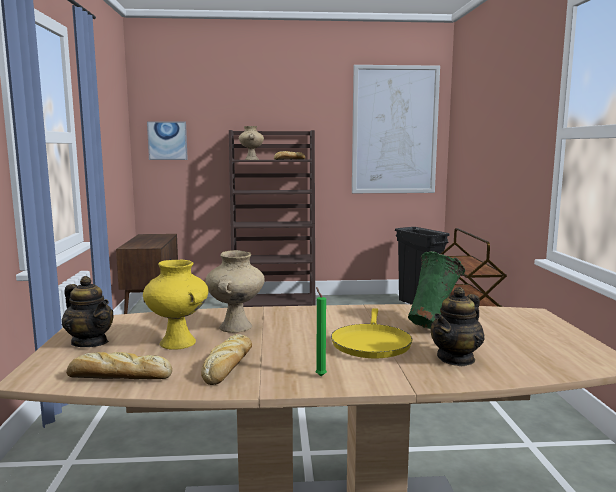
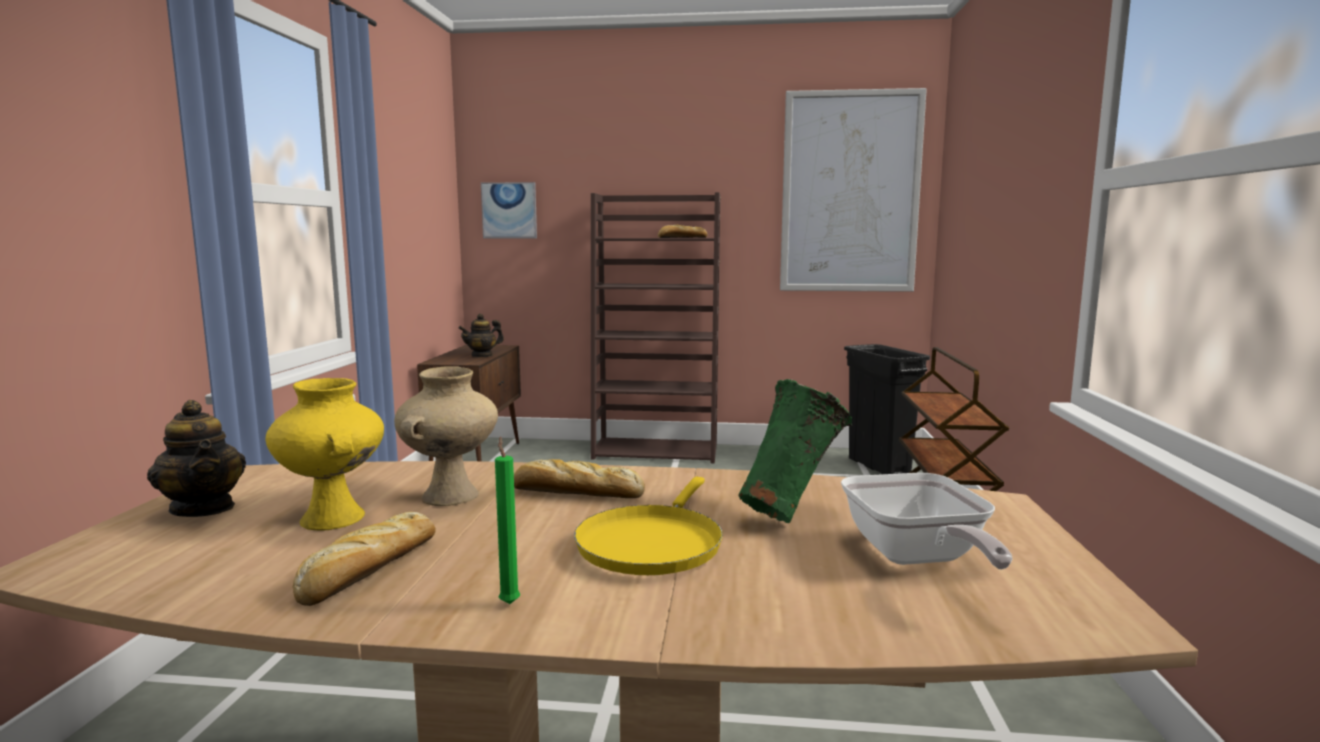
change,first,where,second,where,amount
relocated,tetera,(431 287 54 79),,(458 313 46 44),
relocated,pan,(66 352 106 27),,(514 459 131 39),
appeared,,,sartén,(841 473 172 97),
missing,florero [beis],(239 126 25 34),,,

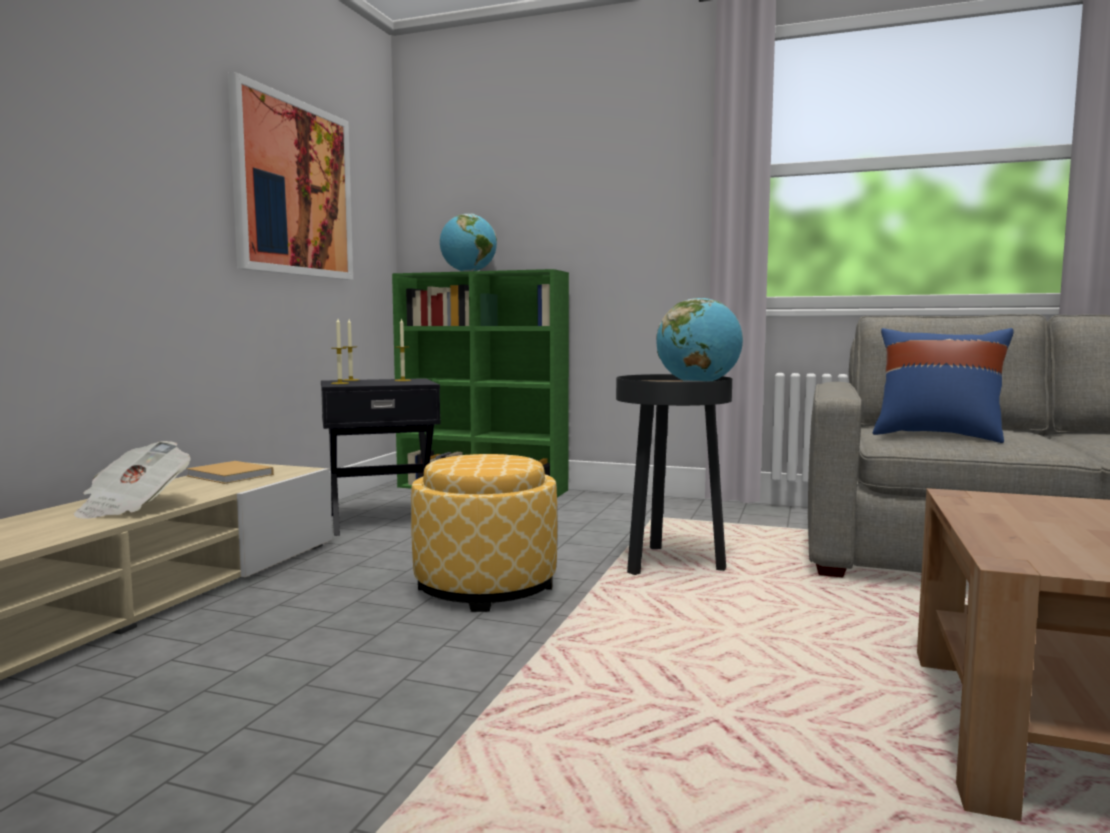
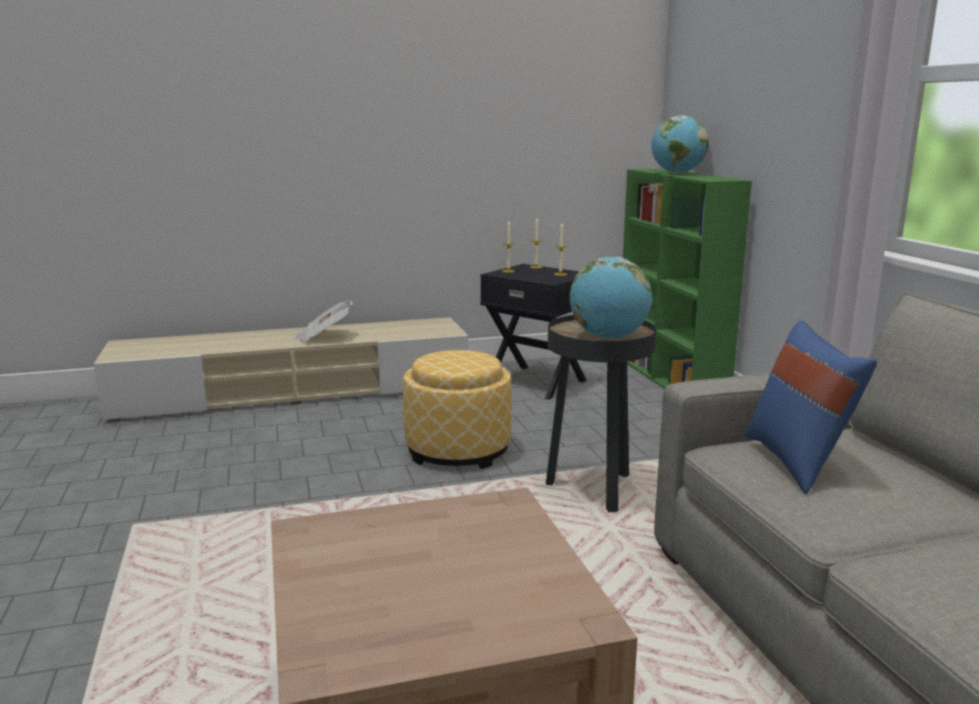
change,first,where,second,where,amount
missing,libro [beis],(186 461 88 23),,,
missing,cuadro,(228 72 125 208),,,

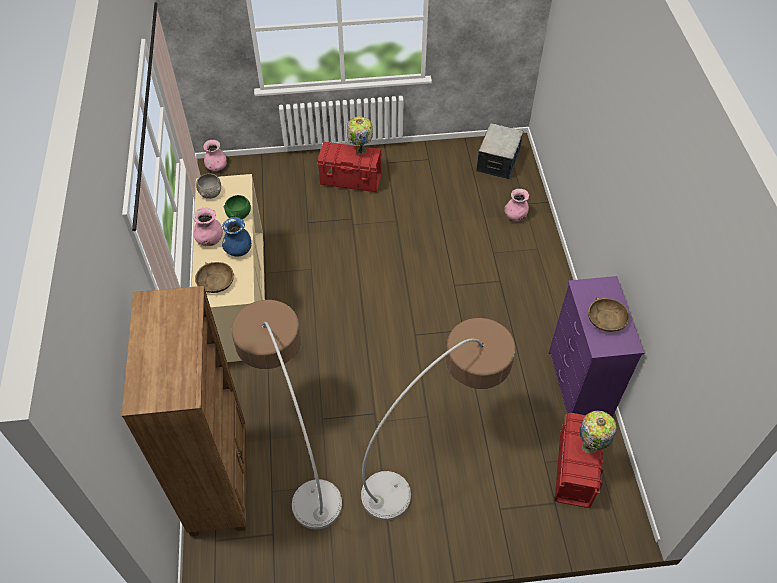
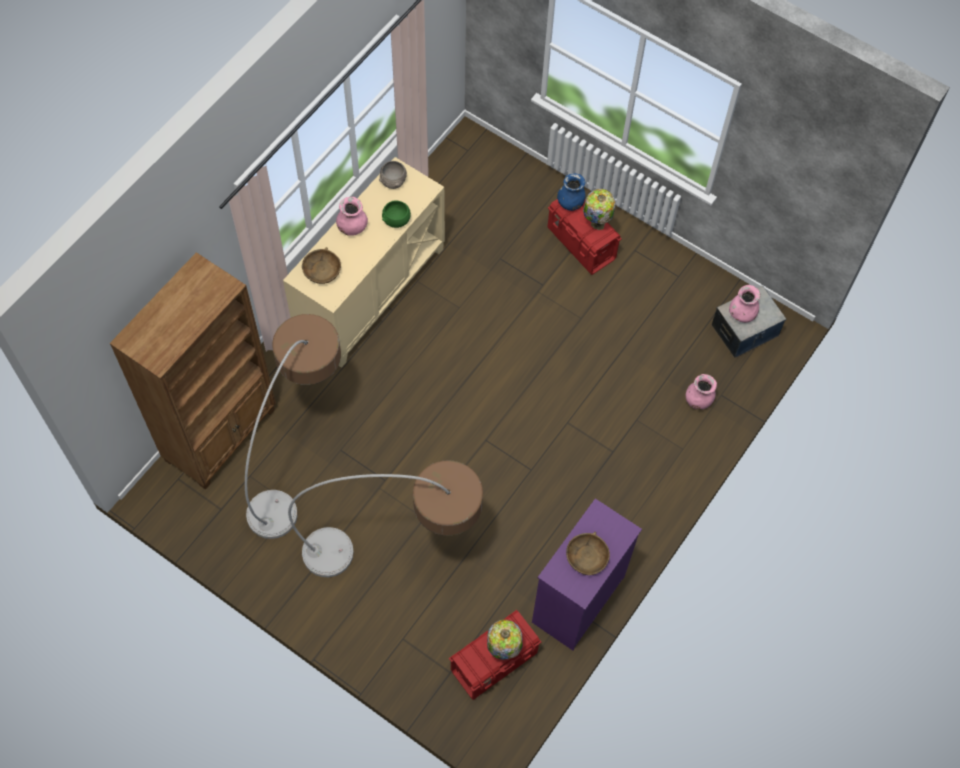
change,first,where,second,where,amount
relocated,florero [azul],(222 217 29 39),,(557 173 29 38),
relocated,florero [rosa],(203 140 24 31),,(729 285 31 38),

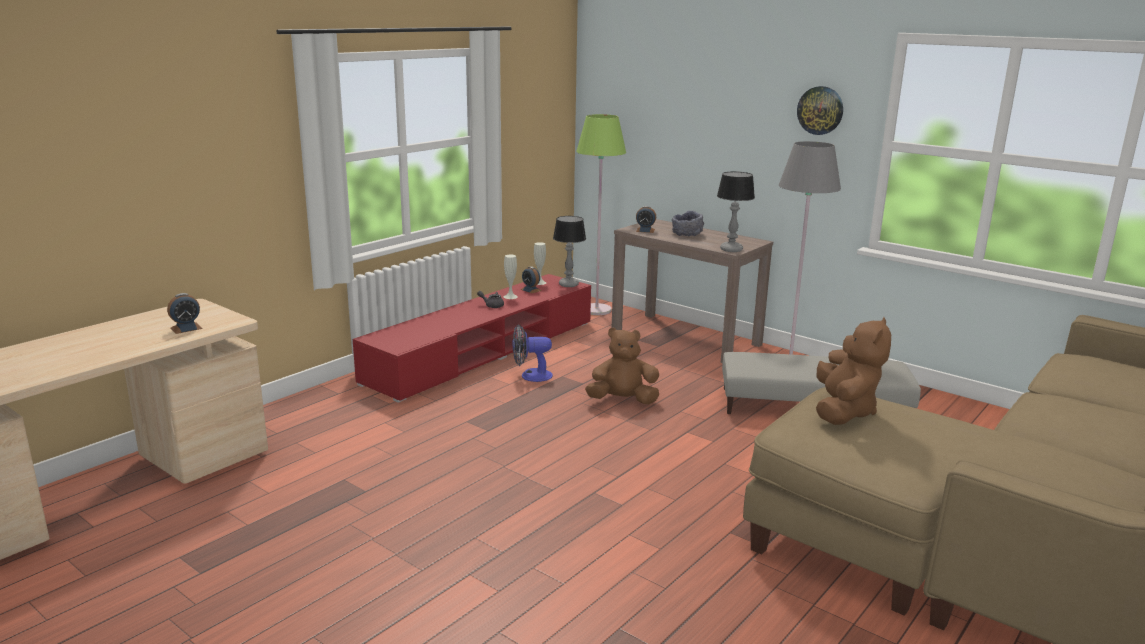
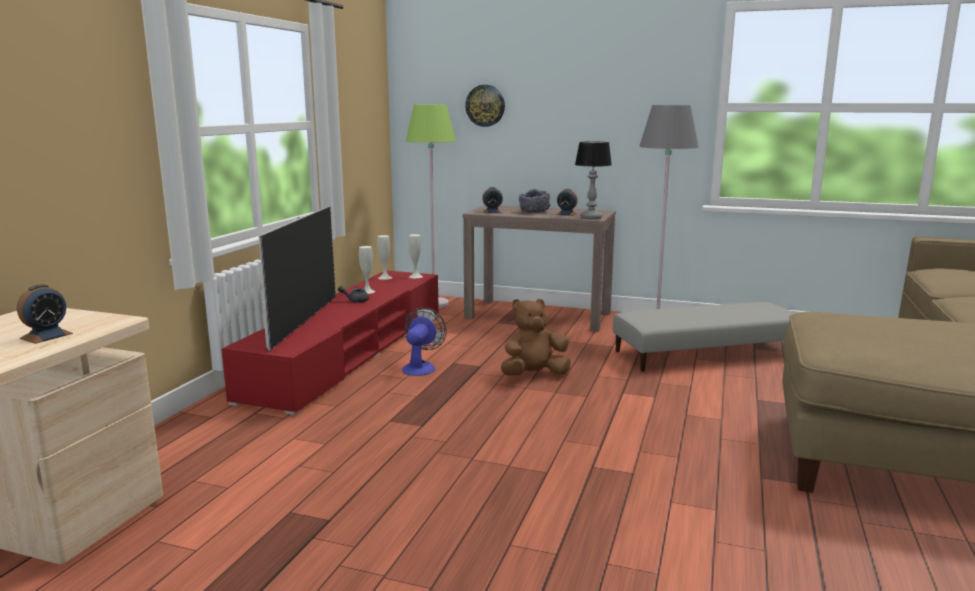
change,first,where,second,where,amount
appeared,,,televisor,(259 206 77 145),
spun,ventilador,(513 324 40 58),,(402 307 44 69),135 degrees clockwise
exchanged,lámpara de mesa,(553 216 33 71),florero [blanco],(408 234 15 44),
relocated,reloj de pared,(797 86 46 49),,(465 85 40 42),
relocated,despertador,(520 266 22 27),,(556 189 22 27),
missing,peluche [marrón],(816 317 75 108),,,

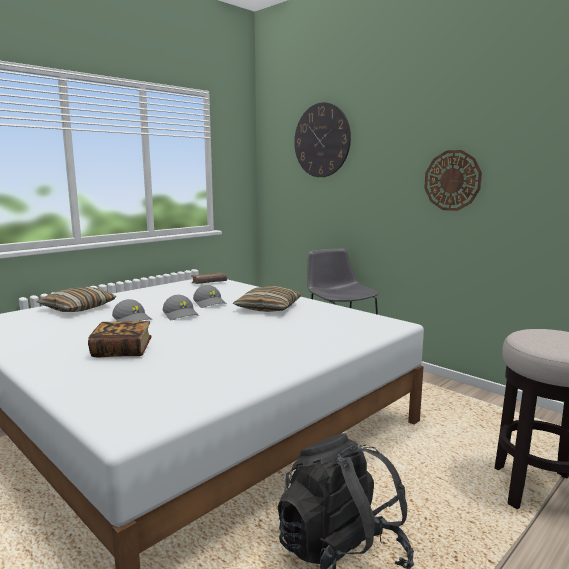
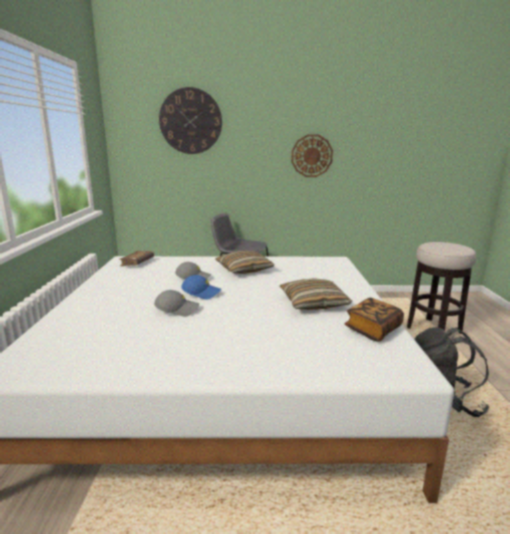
change,first,where,second,where,amount
colour,gorra [gris],(163 295 36 25),gorra [azul],(181 275 40 25),
relocated,cojín,(37 287 79 25),,(279 278 73 32),
relocated,libro,(88 321 64 36),,(345 298 59 44),

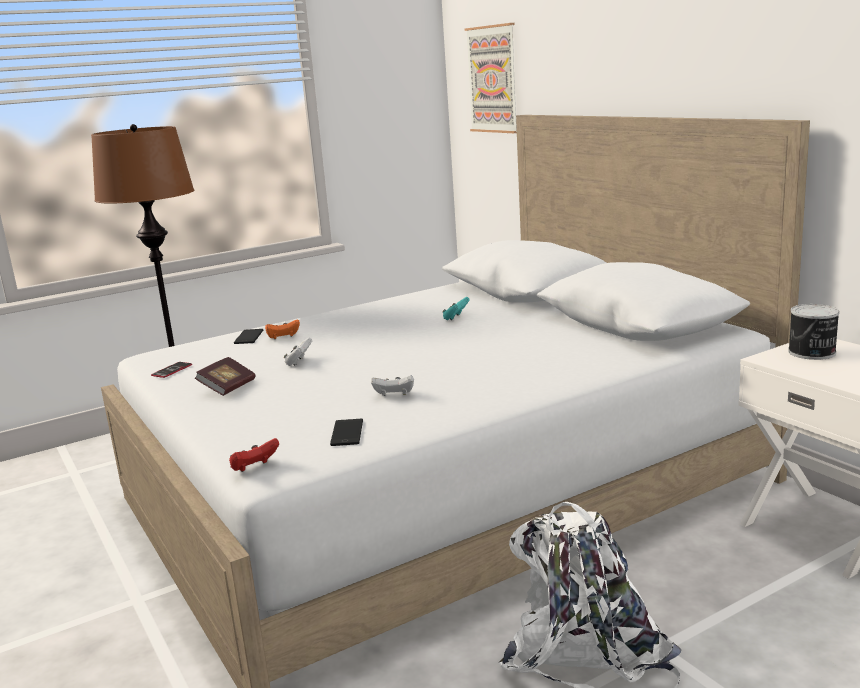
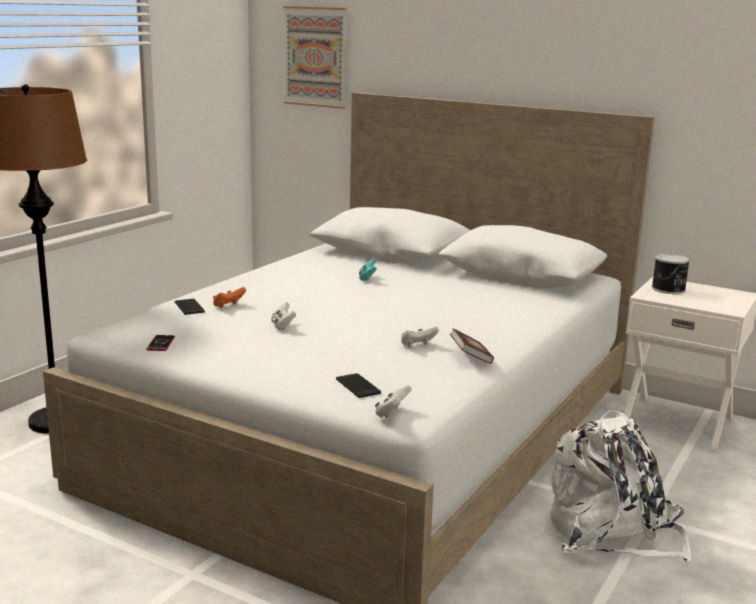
change,first,where,second,where,amount
relocated,móvil,(330 419 33 27),,(336 373 45 25),
colour,mando de consola [rojo],(229 438 50 34),mando de consola [blanco],(375 385 37 32),
relocated,libro,(195 357 60 39),,(450 328 44 36),

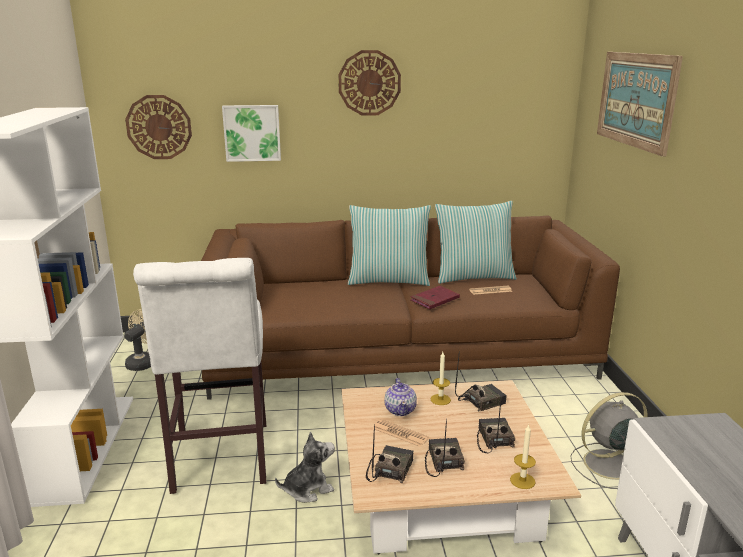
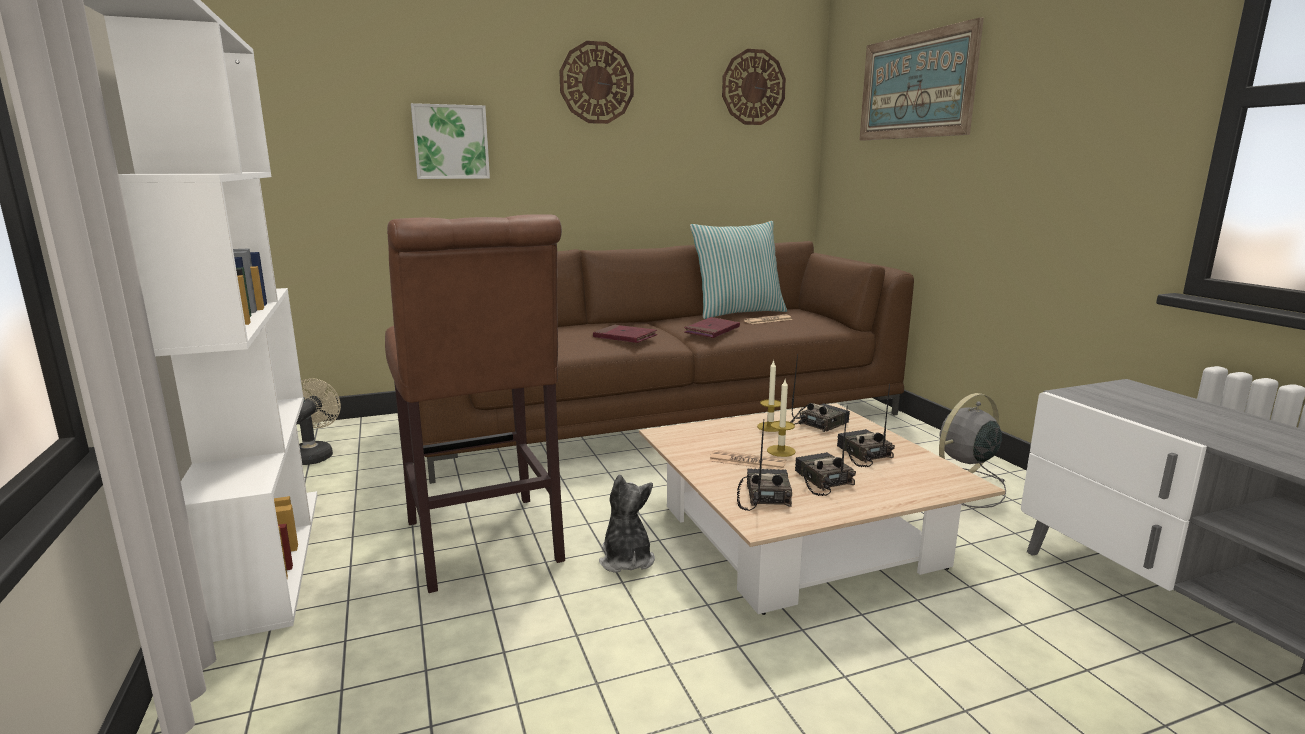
change,first,where,second,where,amount
colour,taburete [blanco],(133 258 133 236),taburete [marrón],(385 214 180 379),
appeared,,,libro [rojo],(593 325 64 18),
spun,peluche,(275 432 60 71),,(599 475 56 98),60 degrees counterclockwise
relocated,reloj de pared,(125 95 67 64),,(722 49 64 76),
relocated,vela,(510 424 26 65),,(767 380 28 77),
missing,cojín,(348 205 83 81),,,
missing,tetera,(384 378 33 38),,,

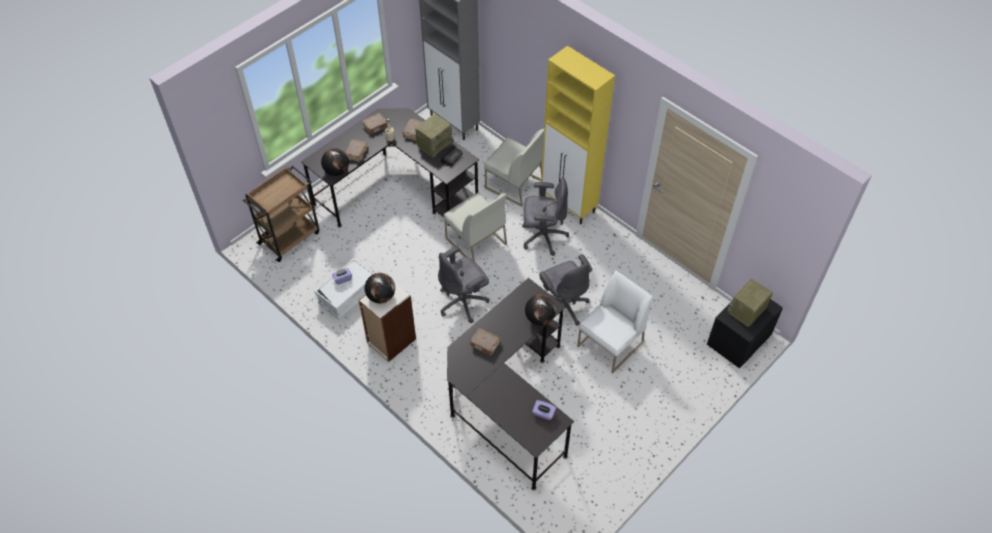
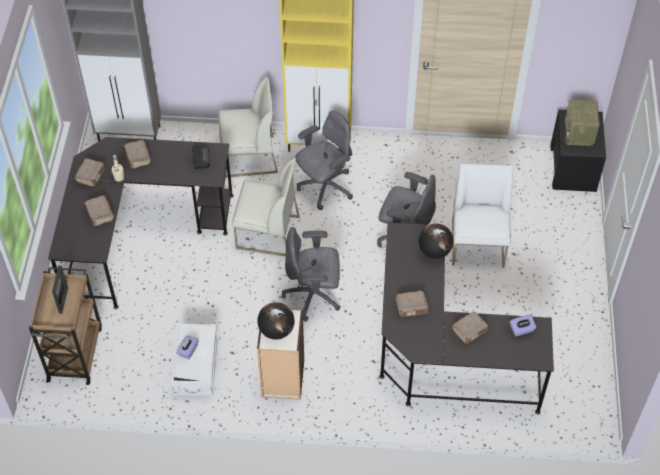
change,first,where,second,where,amount
appeared,,,portarretratos,(52 265 16 49),
spun,silla de oficina [gris],(438 246 51 77),,(282 227 59 94),75 degrees clockwise
appeared,,,libro [marrón],(452 312 36 32),
missing,globo terráqueo,(321 148 28 28),,,
missing,radio,(415 113 39 44),,,

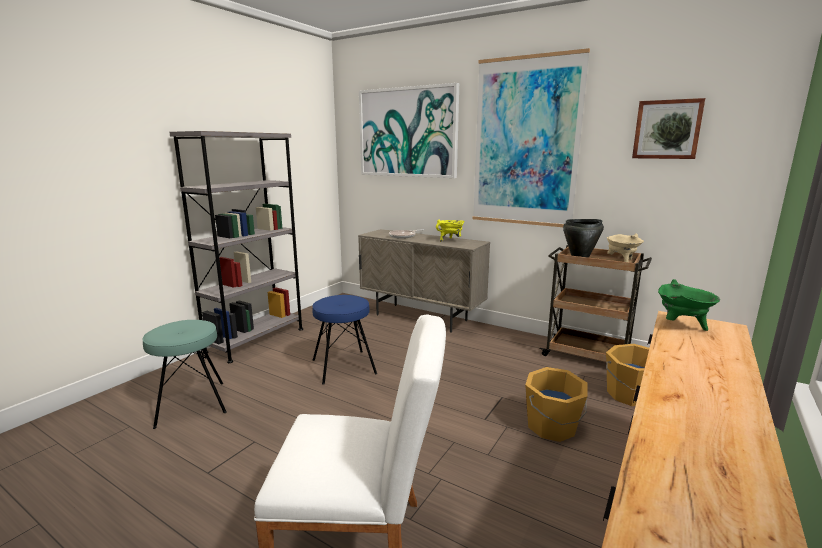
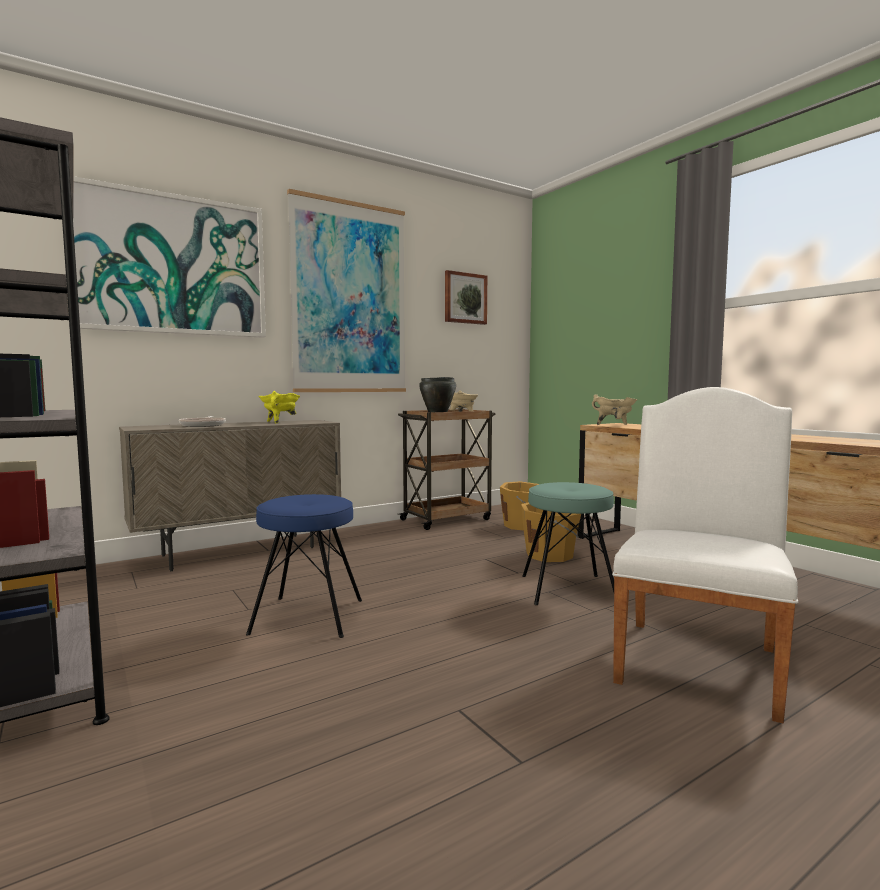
change,first,where,second,where,amount
relocated,taburete [turquesa],(142 320 85 109),,(522 482 92 123),
colour,olla [verde],(658 279 62 52),olla [beis],(592 394 45 31),

